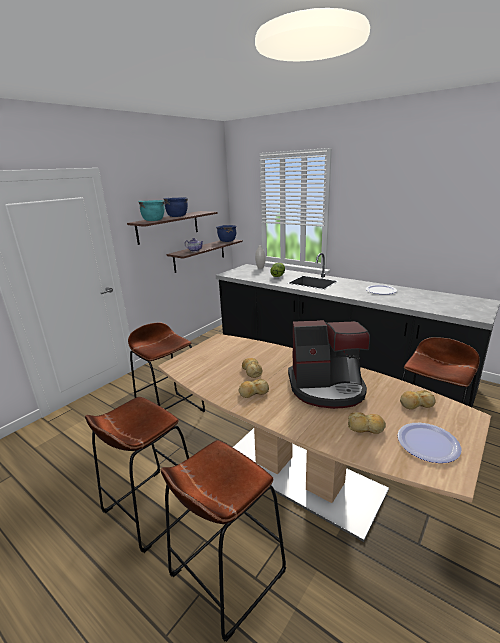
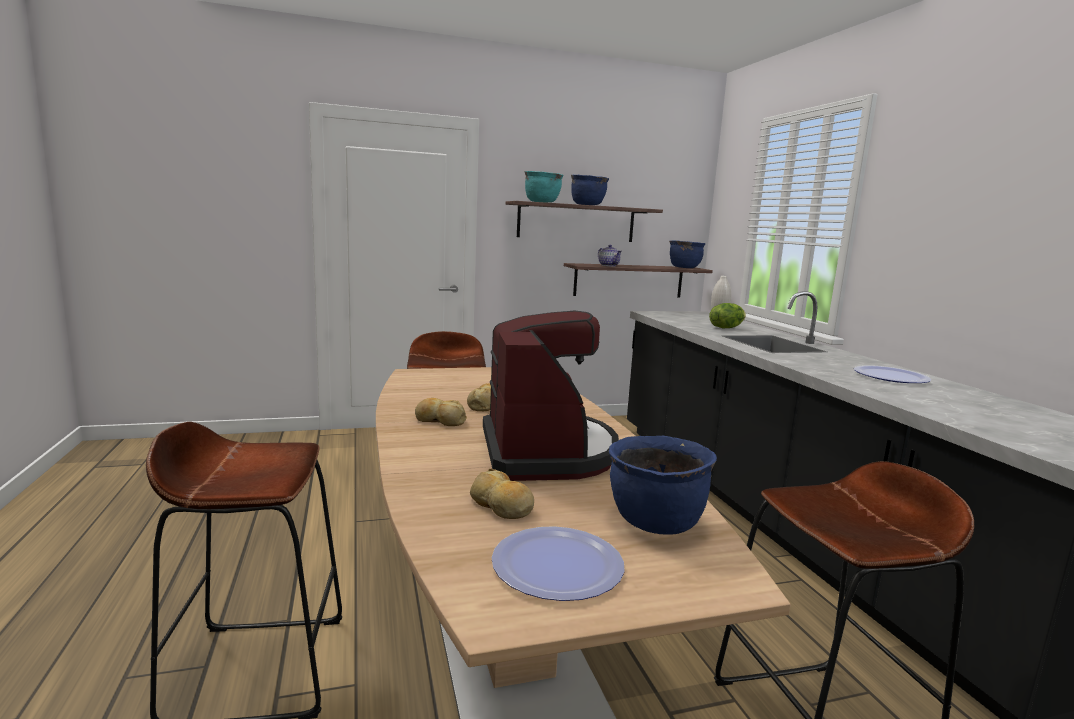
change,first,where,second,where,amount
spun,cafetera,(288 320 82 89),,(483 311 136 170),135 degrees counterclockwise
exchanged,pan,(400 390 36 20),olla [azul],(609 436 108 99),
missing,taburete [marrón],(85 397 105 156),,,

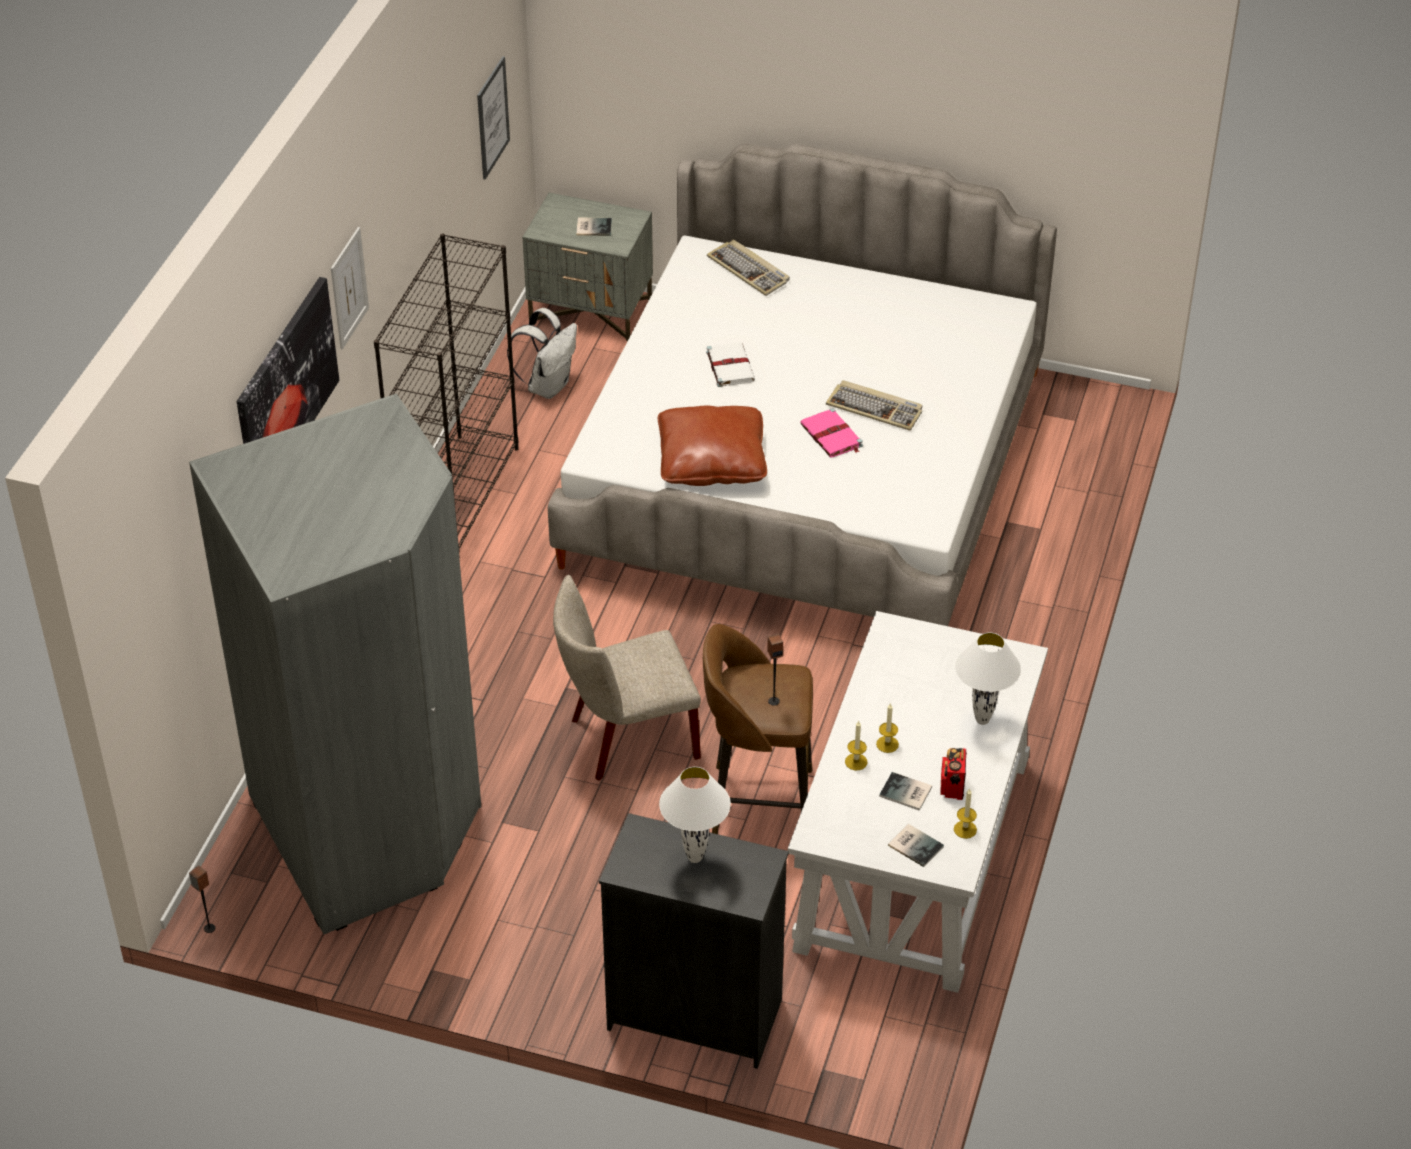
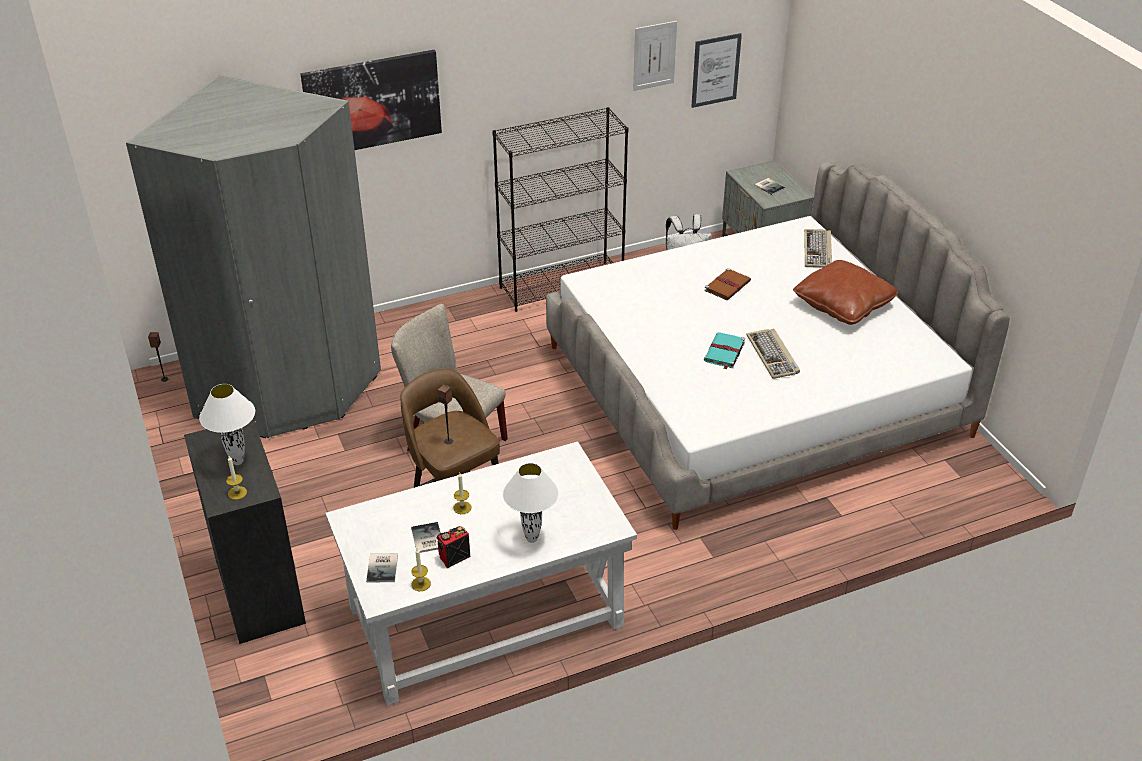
change,first,where,second,where,amount
relocated,vela,(845 720 23 50),,(226 456 21 44),
relocated,cuadro,(331 227 38 123),,(633 21 44 70),
colour,libro [blanco],(706 343 49 44),libro [marrón],(704 268 47 32),
colour,libro [rosa],(800 408 63 50),libro [turquesa],(704 332 41 38),
relocated,cojín [marrón],(658 406 109 80),,(793 260 105 65),

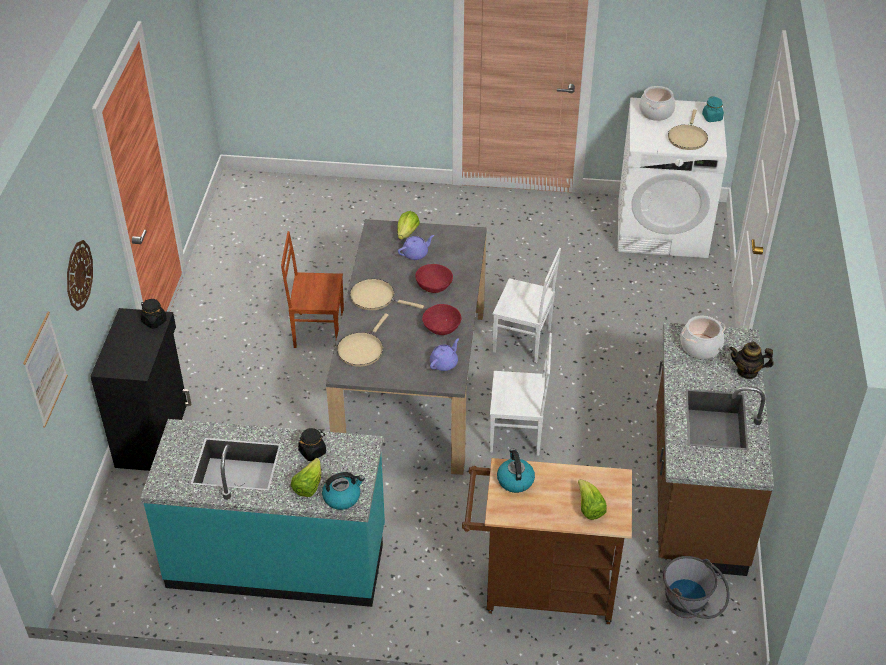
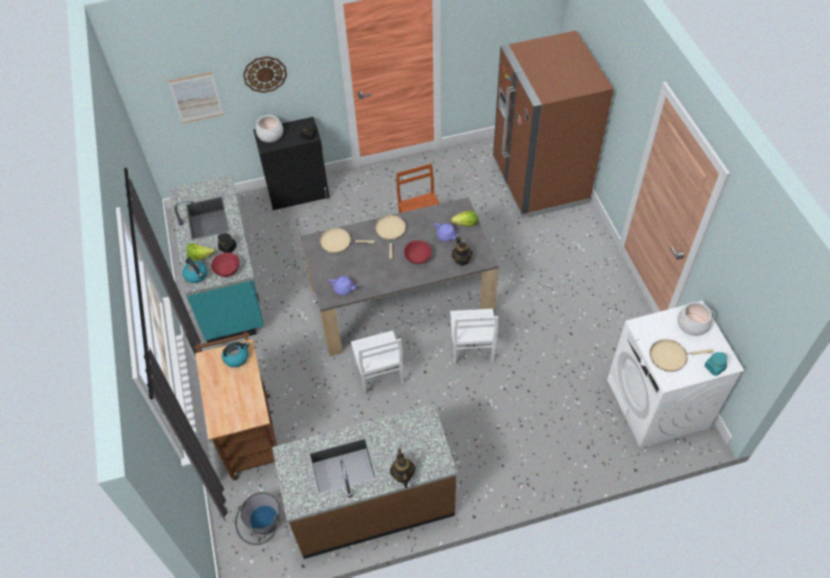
change,first,where,second,where,amount
relocated,cuenco [rojo],(422 304 39 31),,(211 253 28 24),
relocated,olla,(680 316 45 43),,(256 115 27 27),
appeared,,,tetera,(452 236 20 30),
appeared,,,nevera [marrón],(493 31 121 187),
missing,lechuga,(578 479 29 41),,,

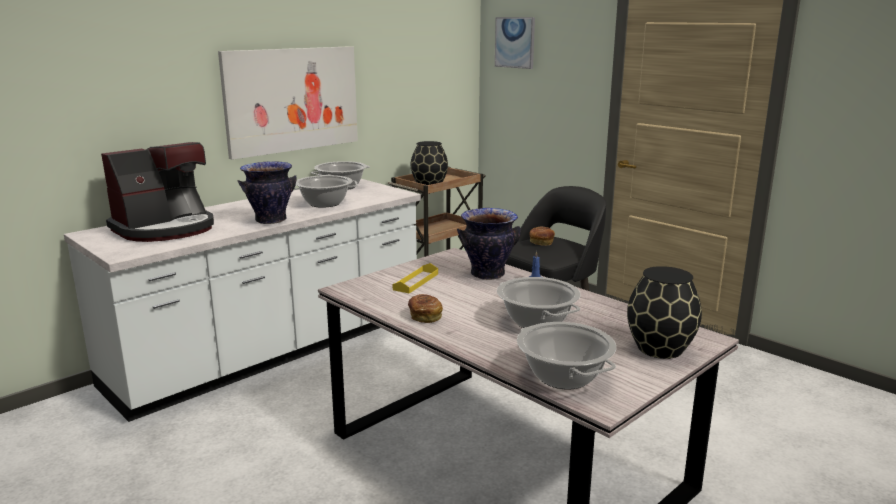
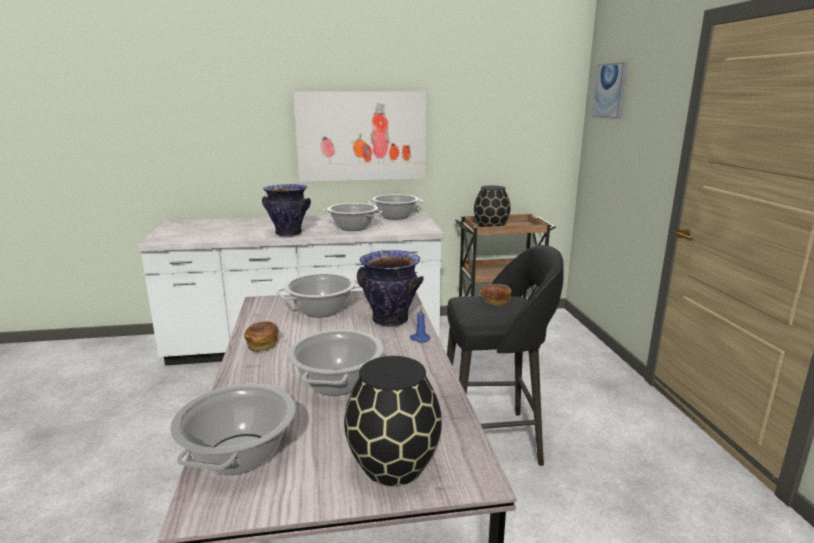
change,first,where,second,where,amount
exchanged,bandeja [amarillo],(393 263 45 30),olla,(277 273 83 45),
missing,cafetera,(101 142 113 100),,,

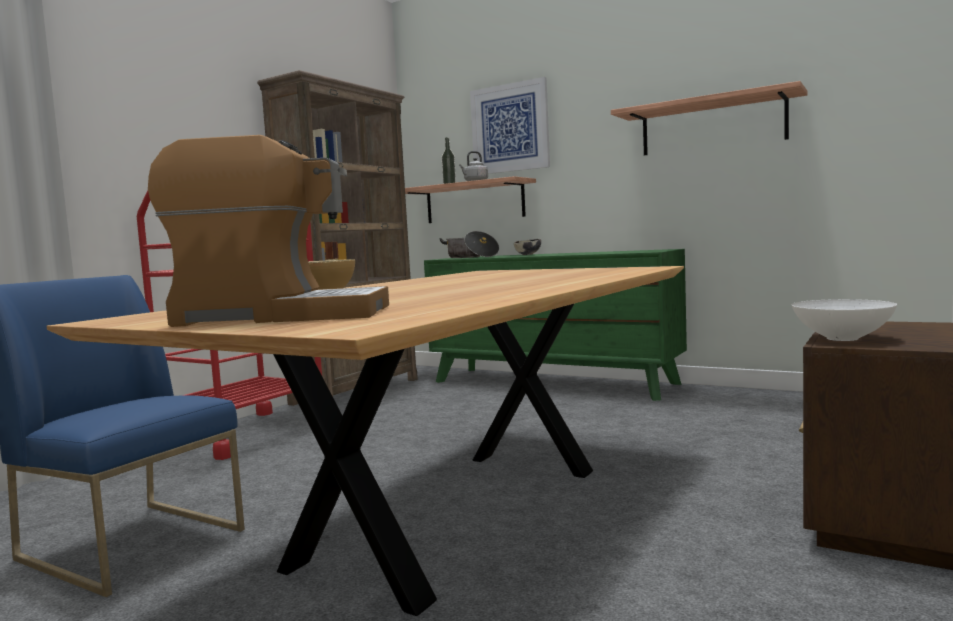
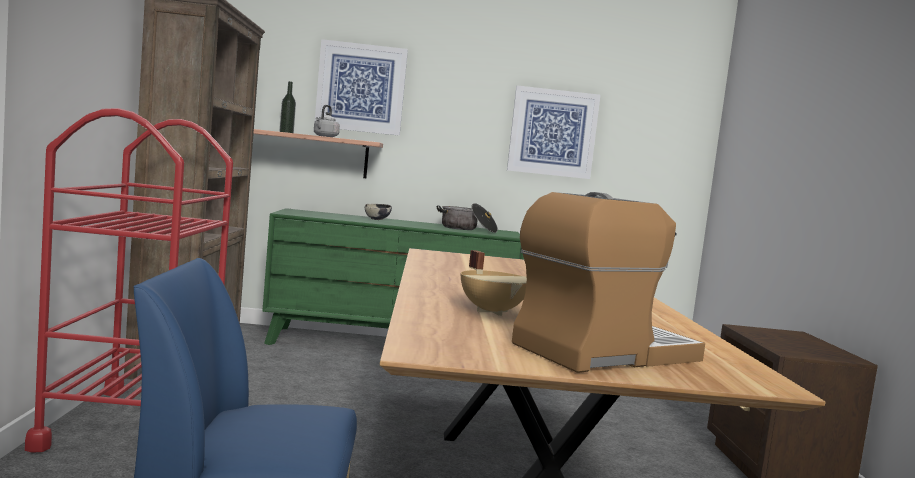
change,first,where,second,where,amount
relocated,olla,(439 231 60 27),,(437 203 61 30),
exchanged,estante,(611 81 196 75),cuadro,(507 85 94 94),
missing,cuenco [blanco],(792 299 105 42),,,

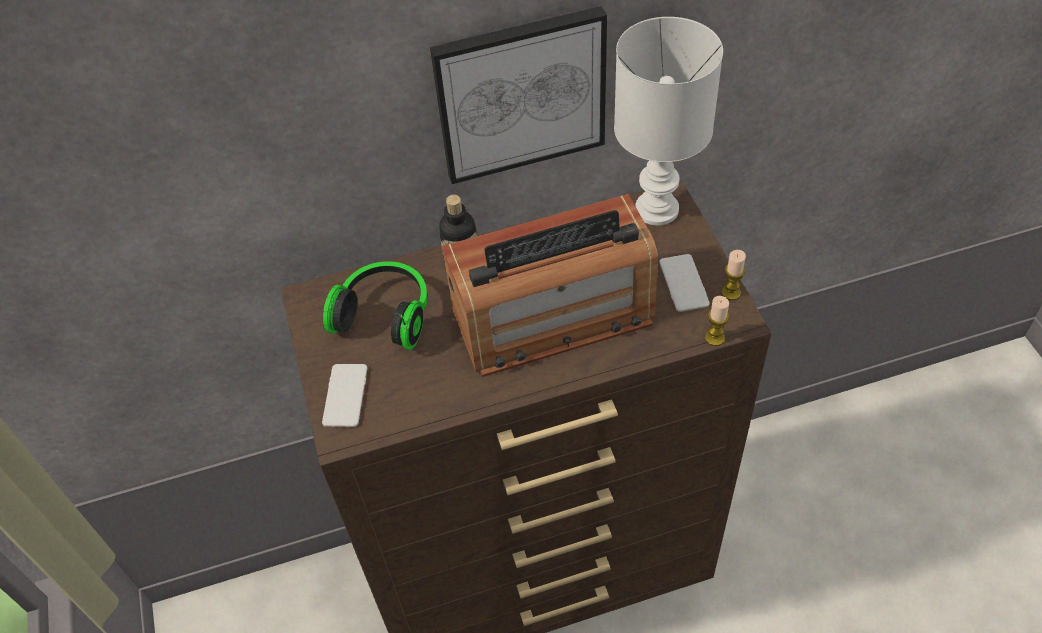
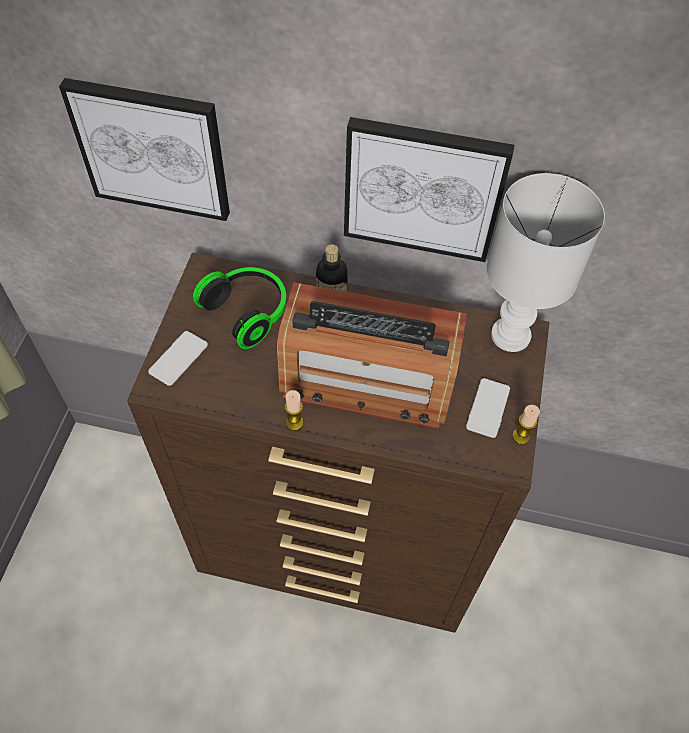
change,first,where,second,where,amount
appeared,,,cuadro,(59 78 171 143),
relocated,vela,(705 296 24 50),,(284 390 20 41),

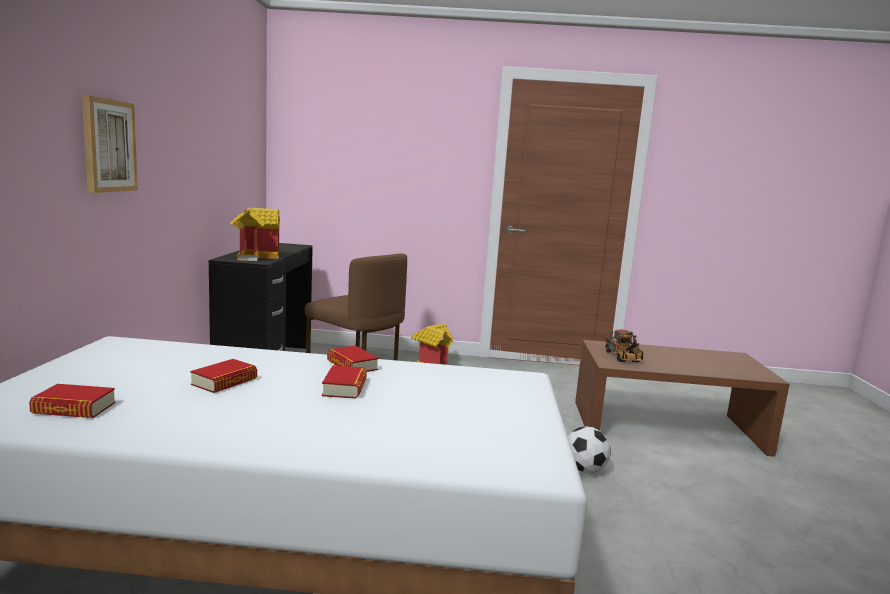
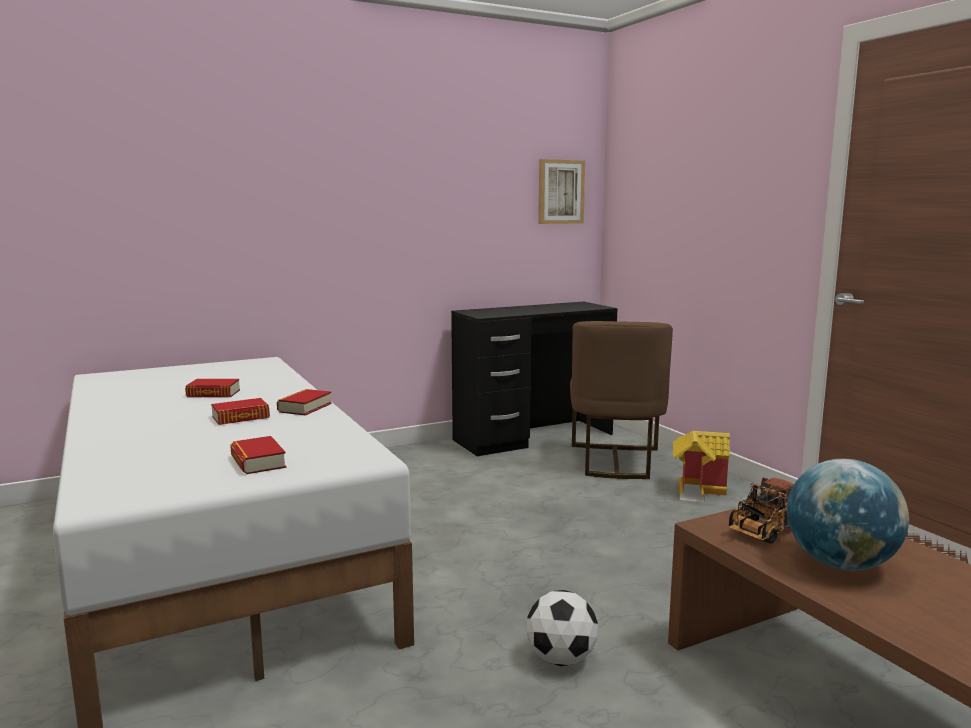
change,first,where,second,where,amount
relocated,libro,(29 384 87 34),,(230 436 56 38),
relocated,cuadro,(82 95 56 98),,(538 159 47 65),
appeared,,,globo terráqueo,(787 459 122 112),
missing,casita,(230 208 50 53),,,

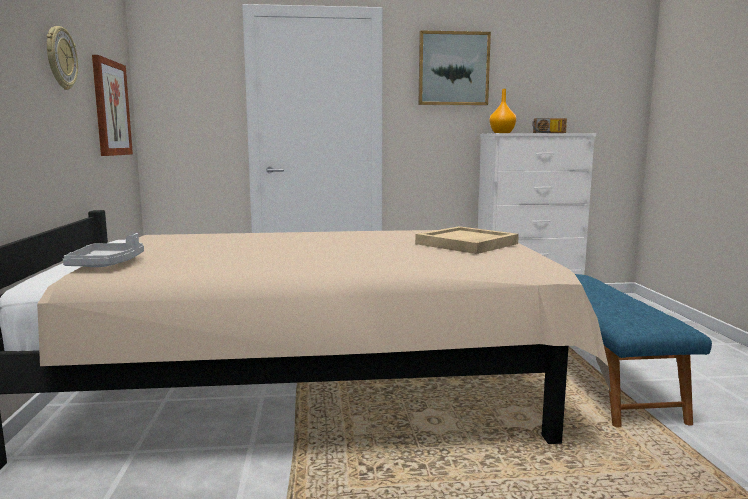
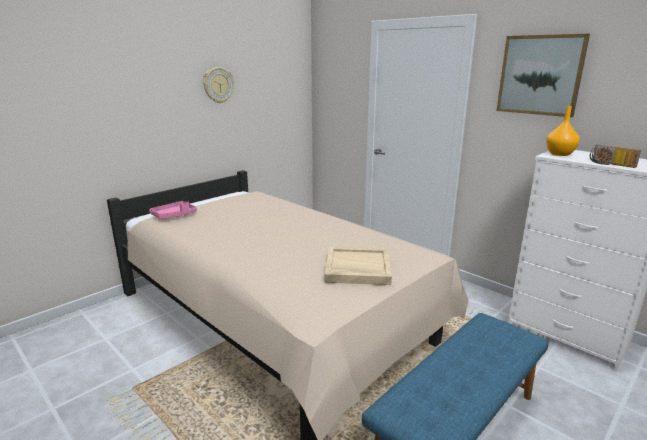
change,first,where,second,where,amount
colour,bandeja [gris],(63 233 81 34),bandeja [rosa],(149 201 48 18),
missing,cuadro,(92 55 41 101),,,

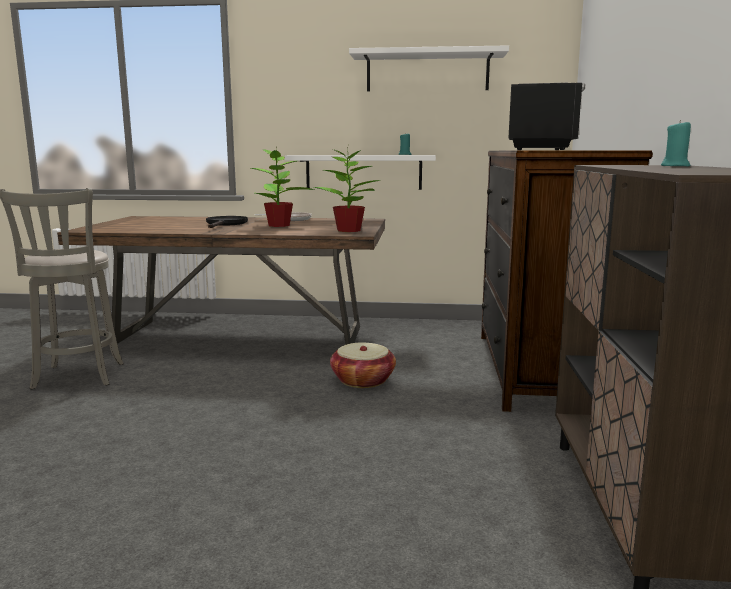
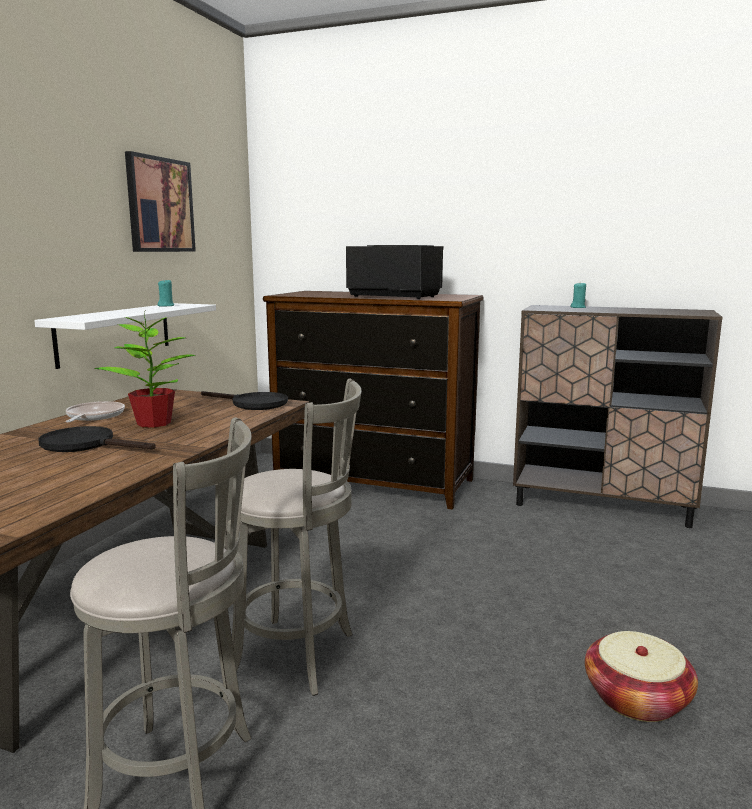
change,first,where,second,where,amount
exchanged,estante [blanco],(349 45 160 46),cuadro,(125 151 71 101),
exchanged,planta en maceta,(314 148 66 84),sartén [negro],(201 391 87 19),
appeared,,,taburete [gris],(232 379 130 317),
relocated,cesta,(330 342 66 46),,(585 631 113 91),

